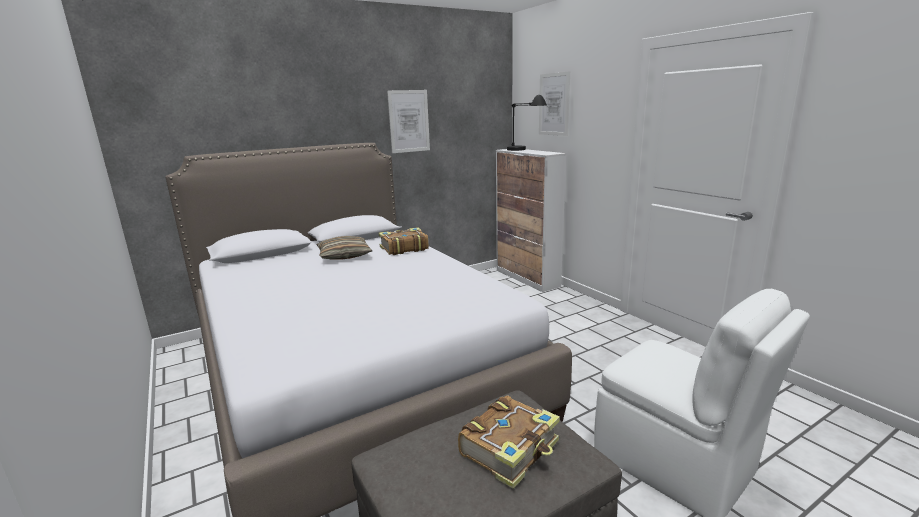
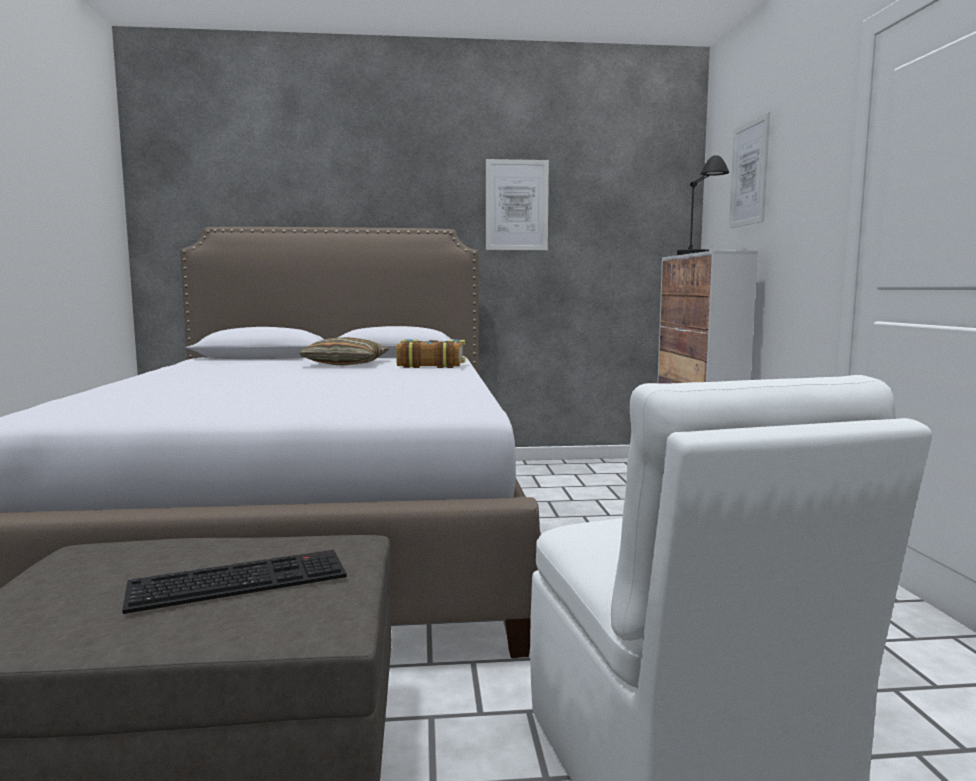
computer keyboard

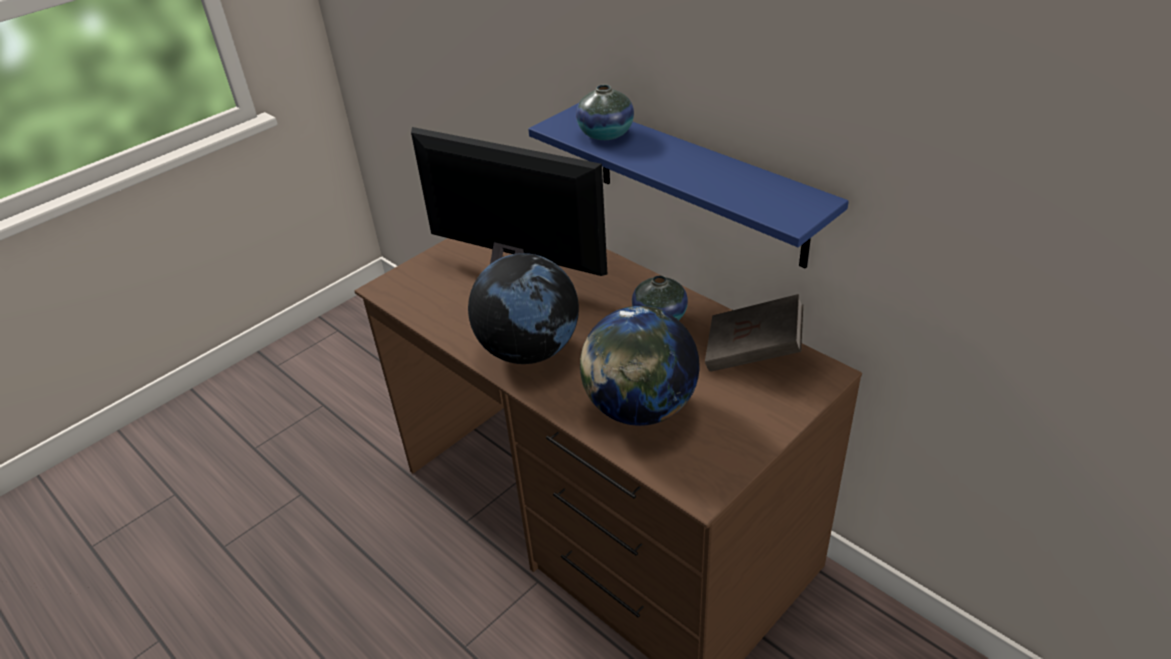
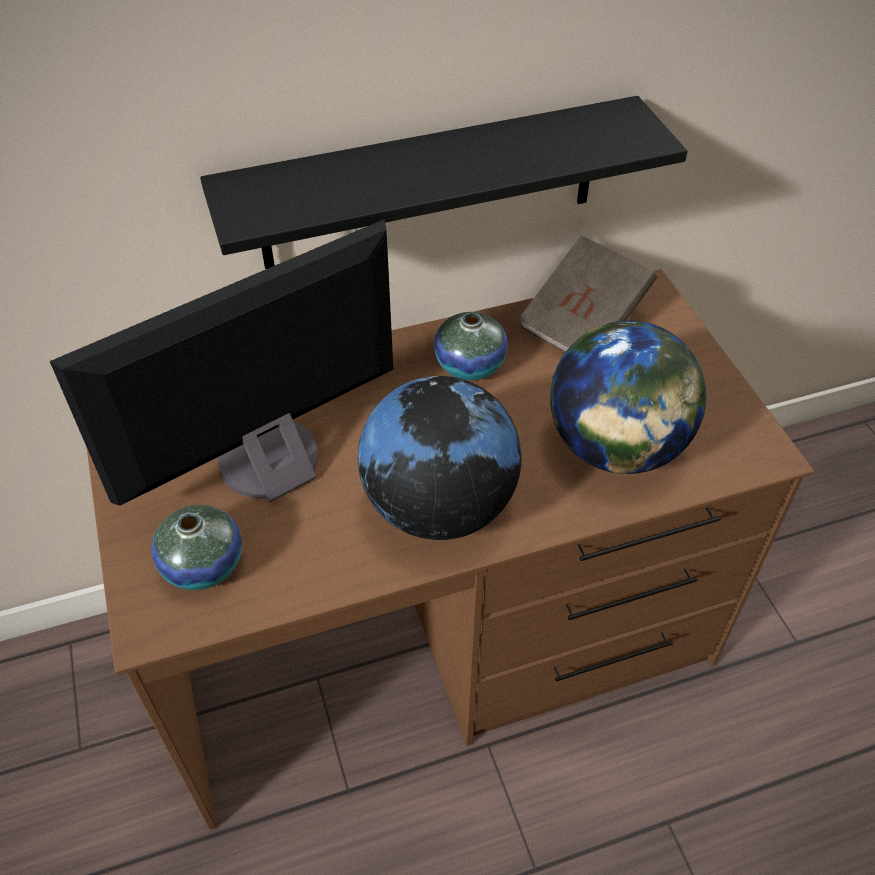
decorative vase (1st from left)
bracket shelf in black-coloured

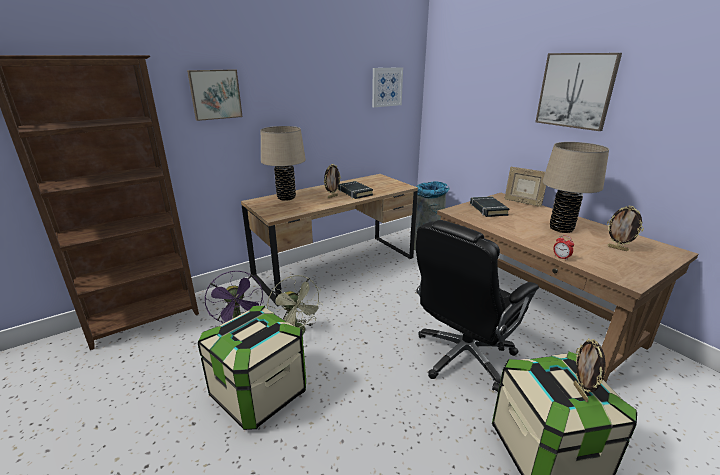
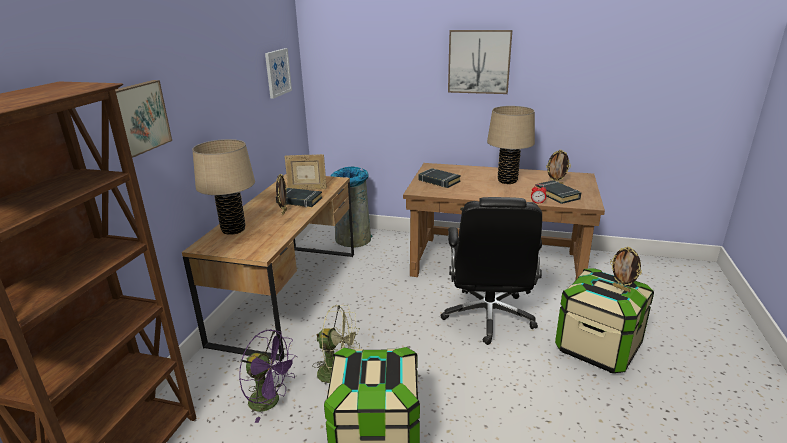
standing frame (2nd from left)
book in black-coloured (3rd from left)

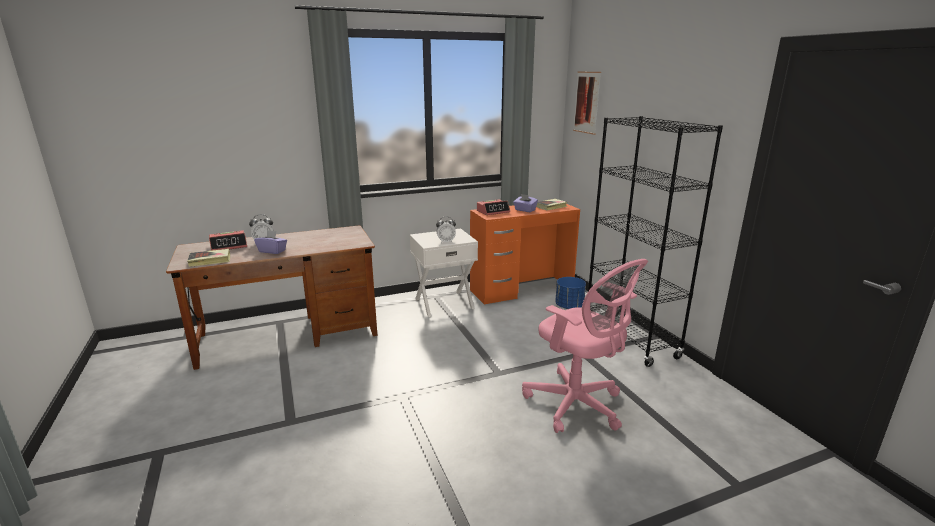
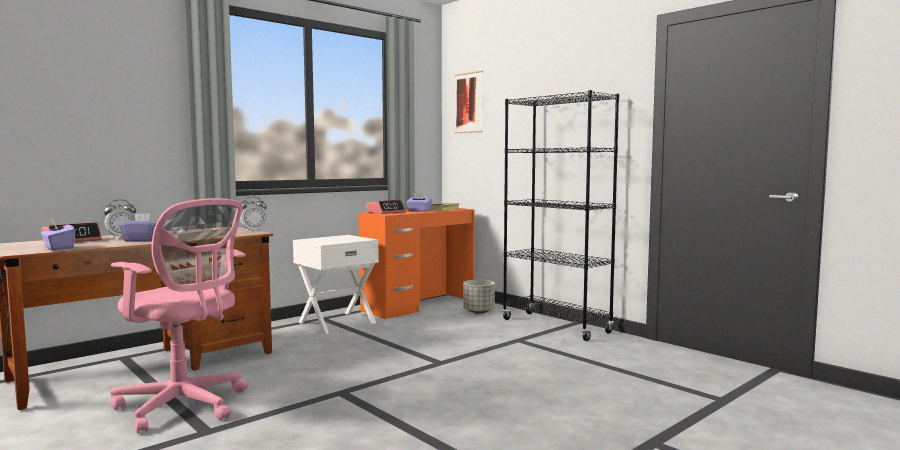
tissue box in purple-coloured (1st from left)
desk chair in pink-coloured
table clock (3rd from left)
planter in greyish

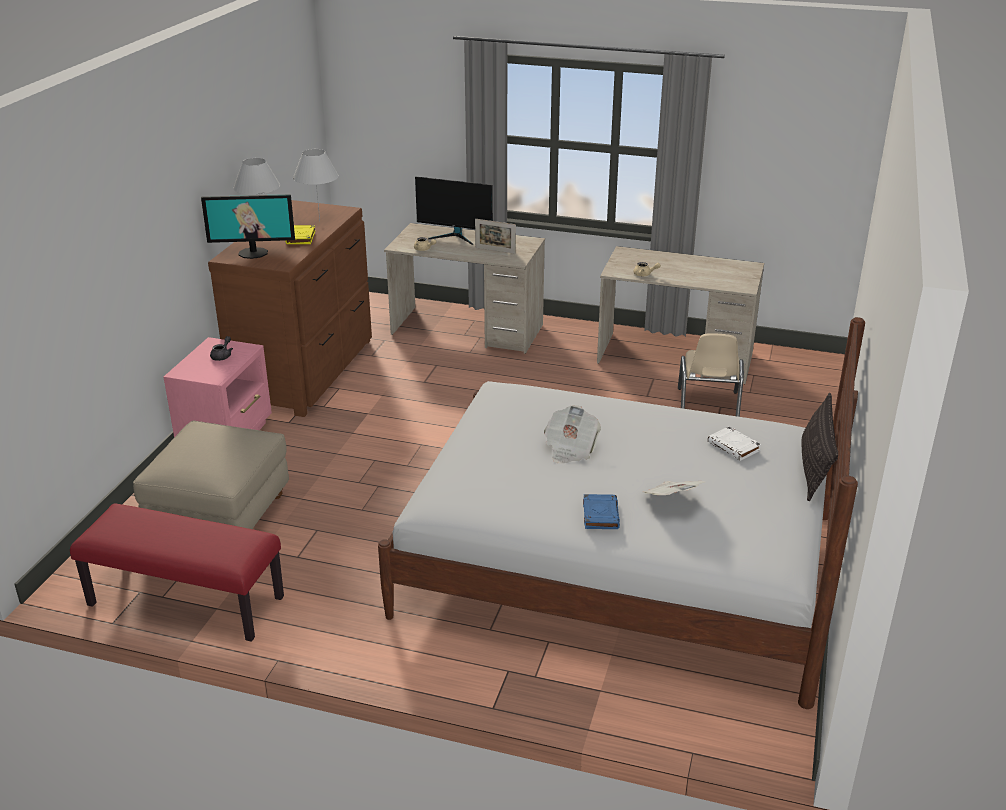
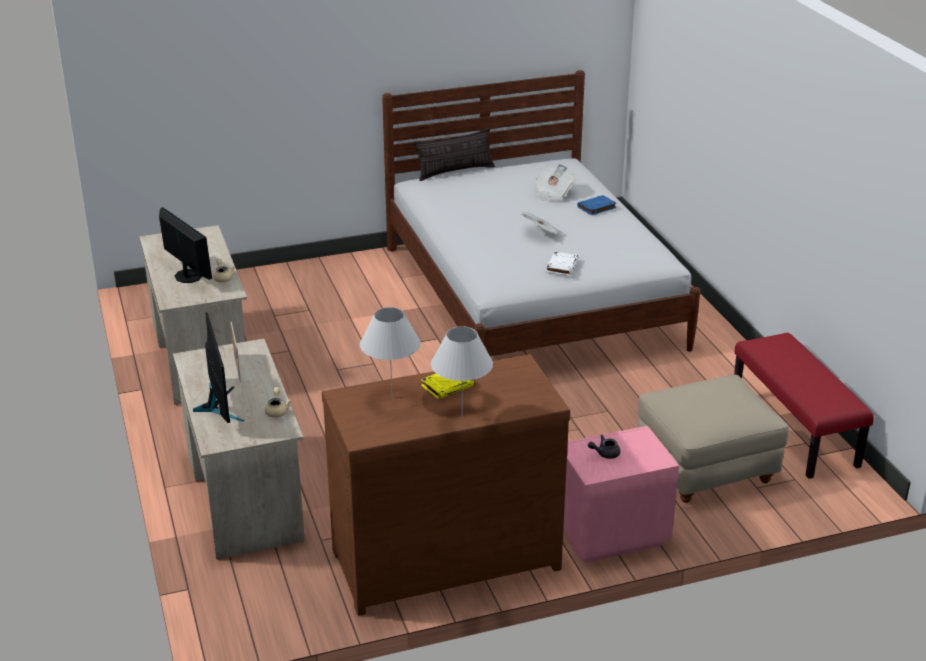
computer screen (1st from left)
book in white-coloured
upright chair in beige-coloured

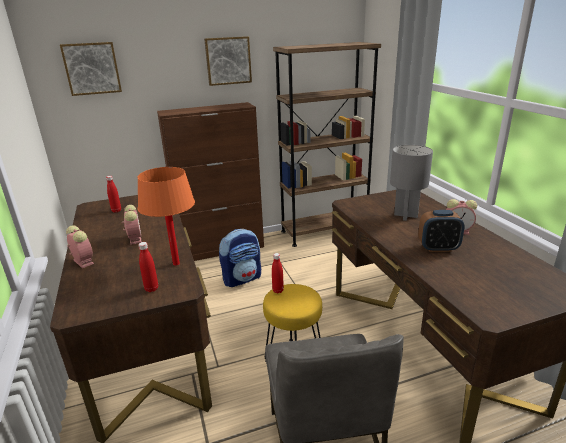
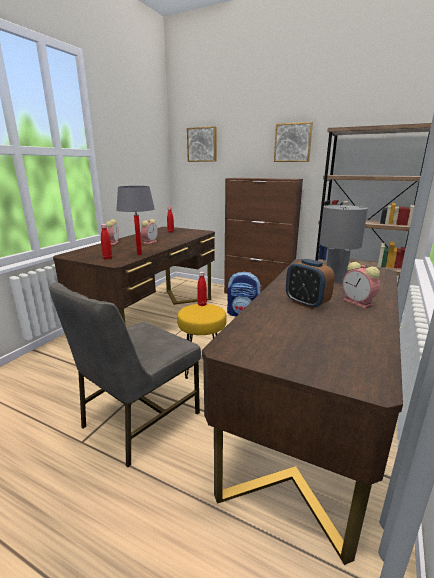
table lamp in greyish (1st from left)

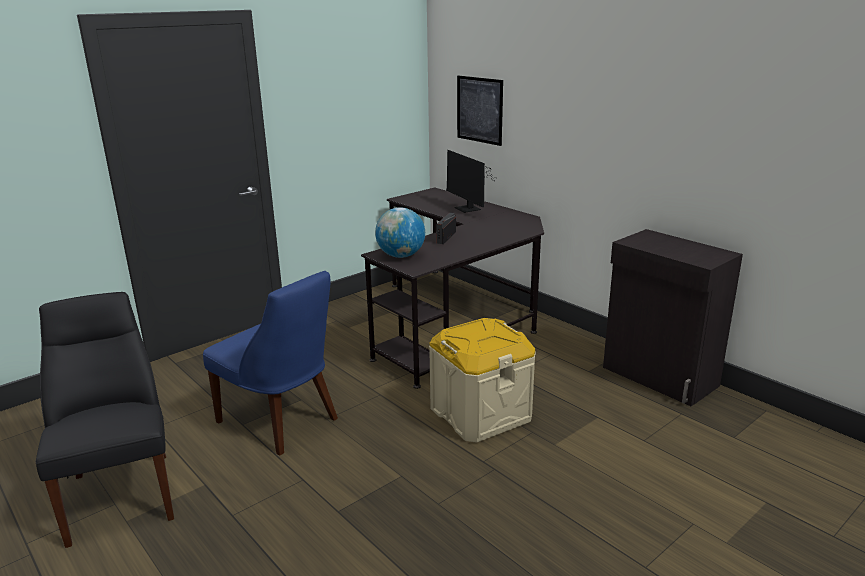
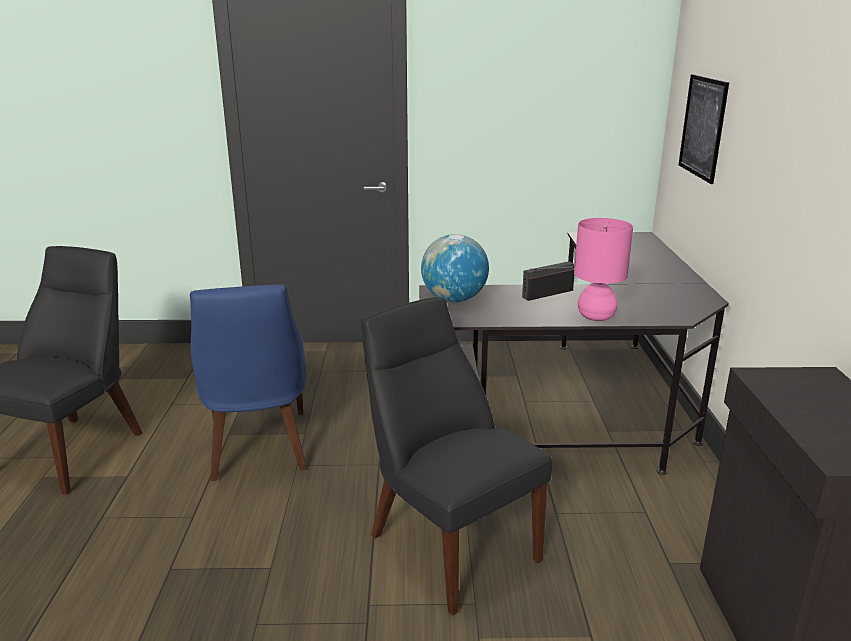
upright chair in black-coloured (2nd from left)
table lamp in pink-coloured
computer screen

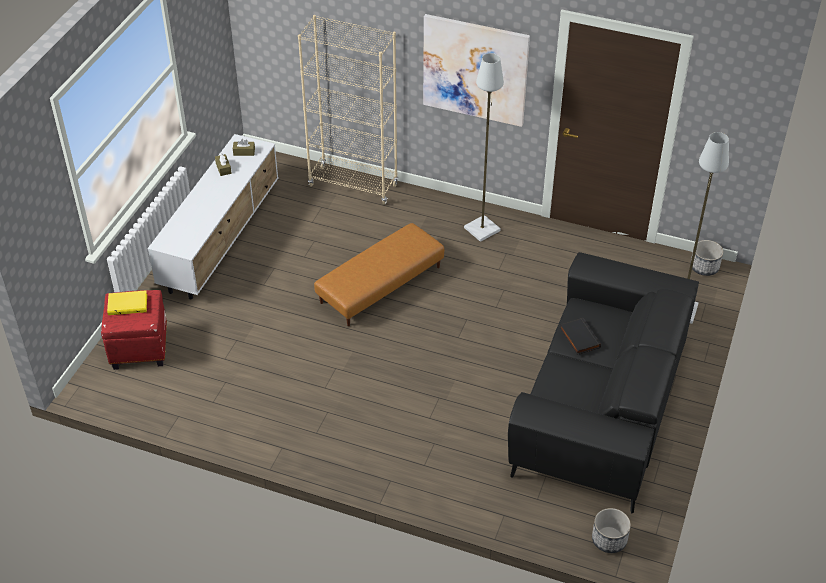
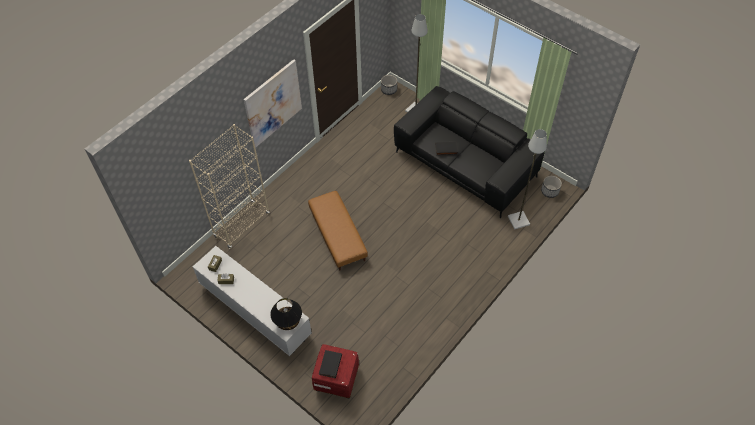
table lamp in black-coloured
book in black-coloured (1st from left)
standing lamp in greyish (2nd from left)

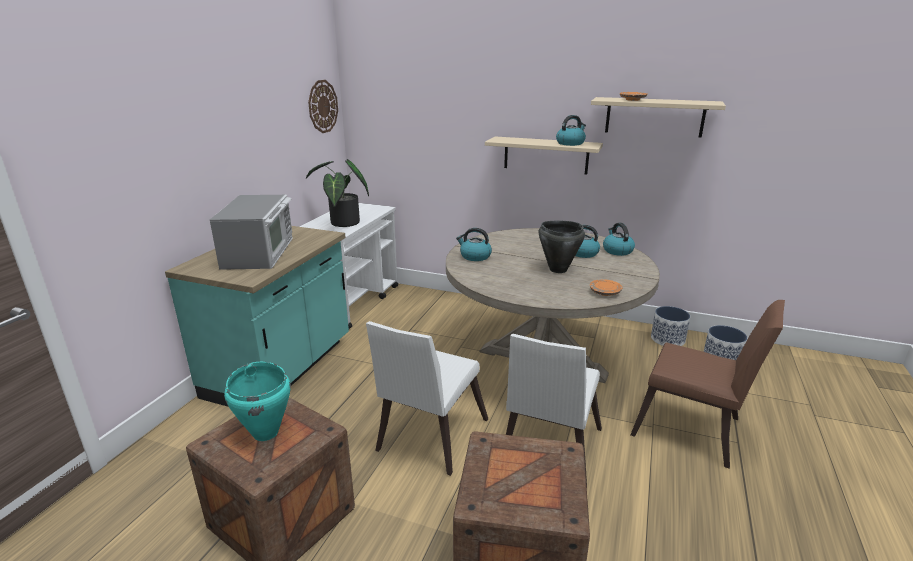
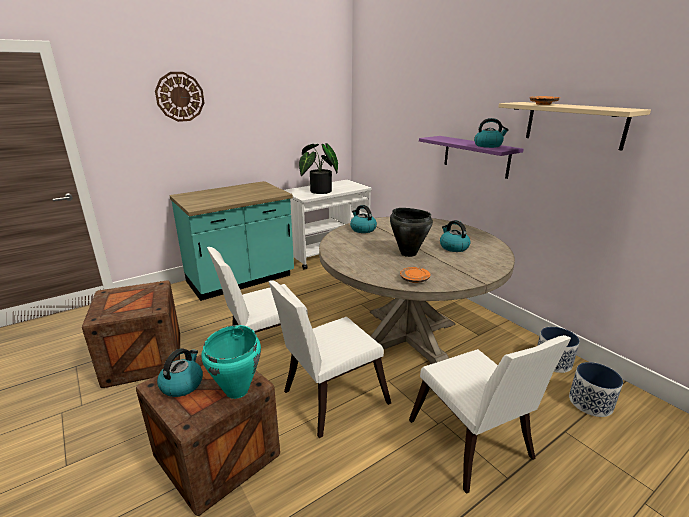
hanging clock
water kettle (1st from left)
cooking pot in turquoise-coloured
upright chair in white-coloured (3rd from left)
bracket shelf in purple-coloured
microwave

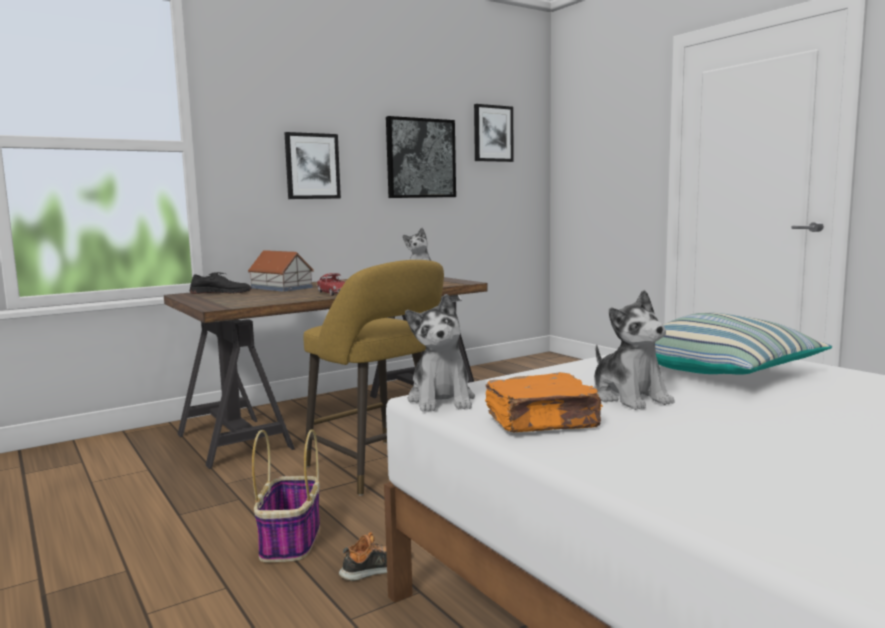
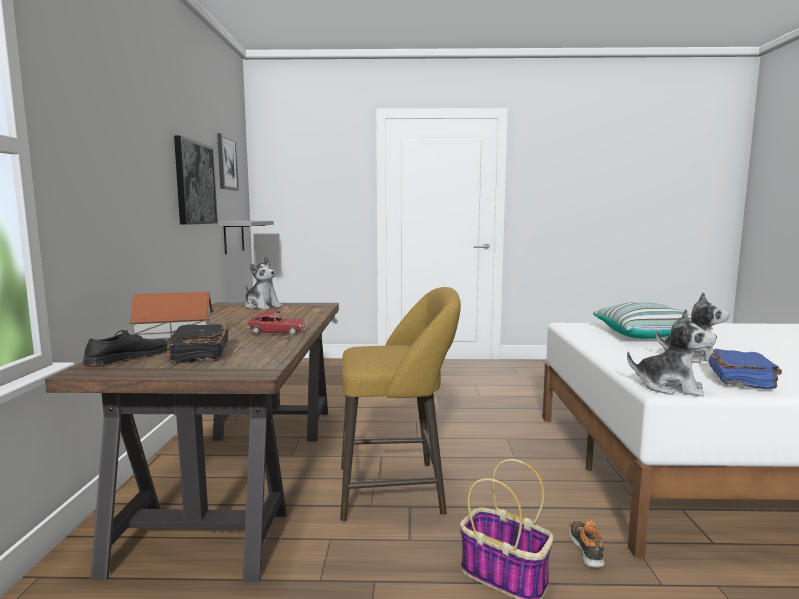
book in black-coloured
bracket shelf in greyish
book in blue-coloured
wall art (1st from left in the first image)

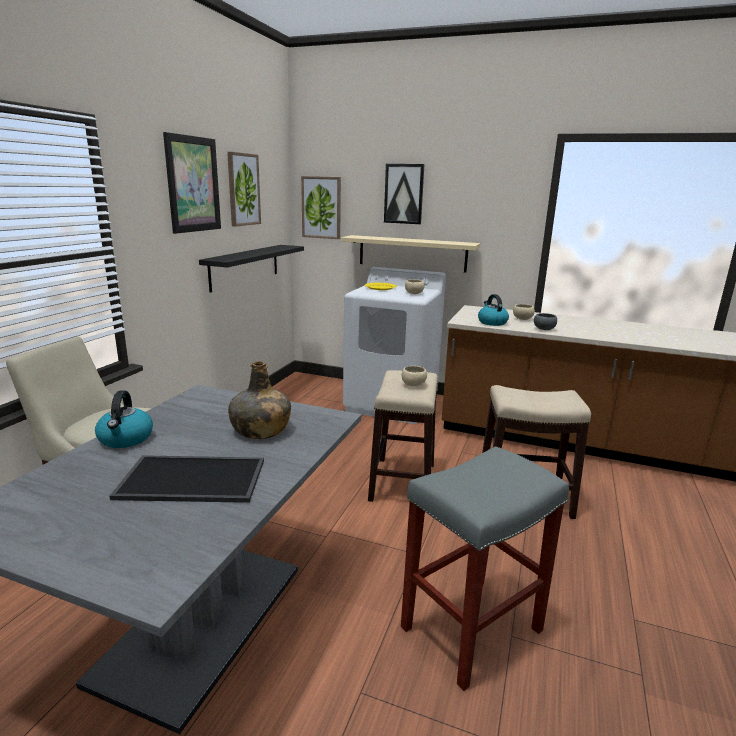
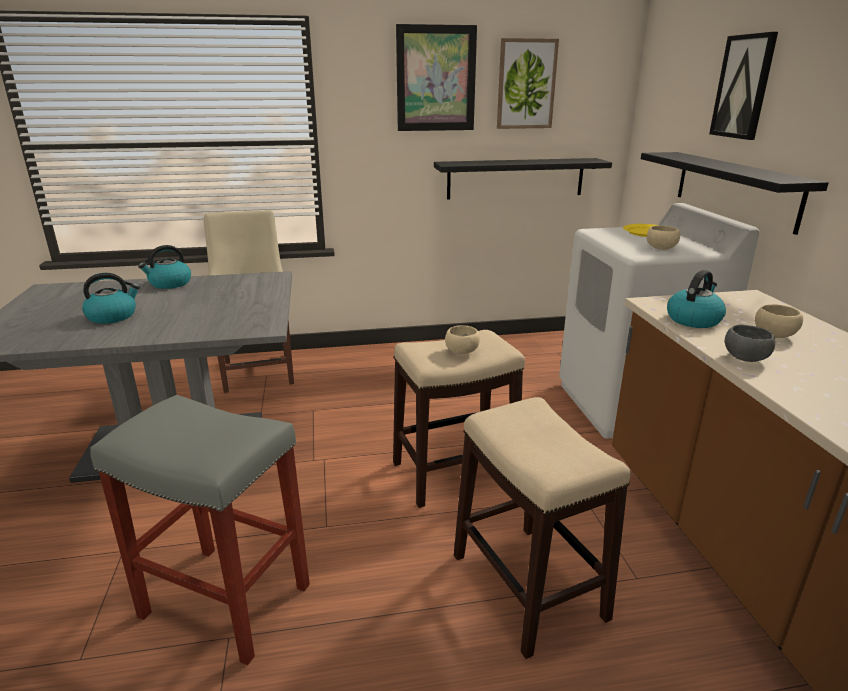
water kettle (1st from left)
bracket shelf in black-coloured (2nd from left)
bottle in greenish
wall art (3rd from left in the first image)

